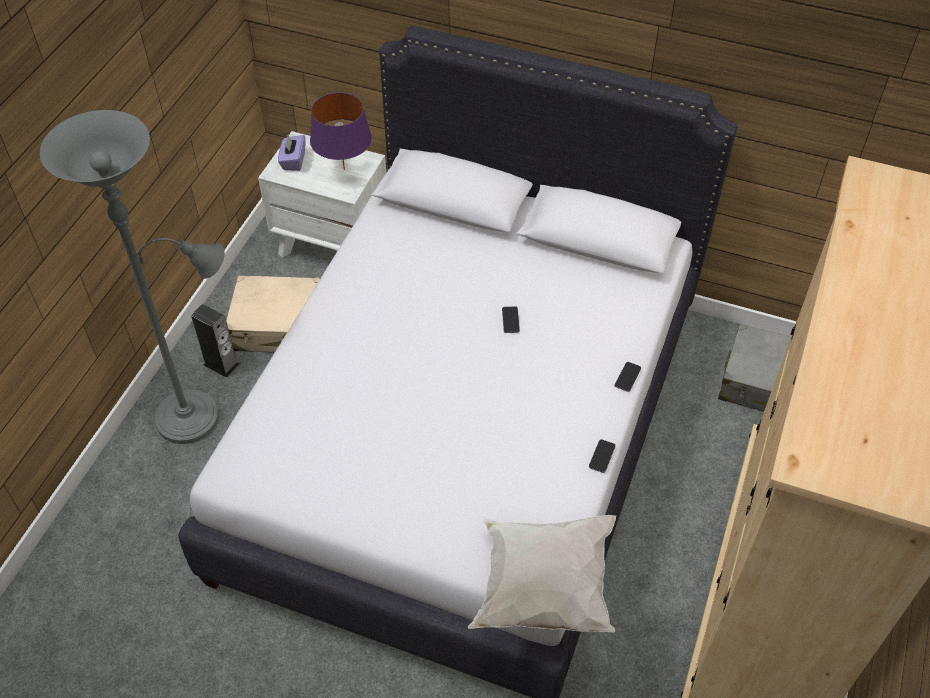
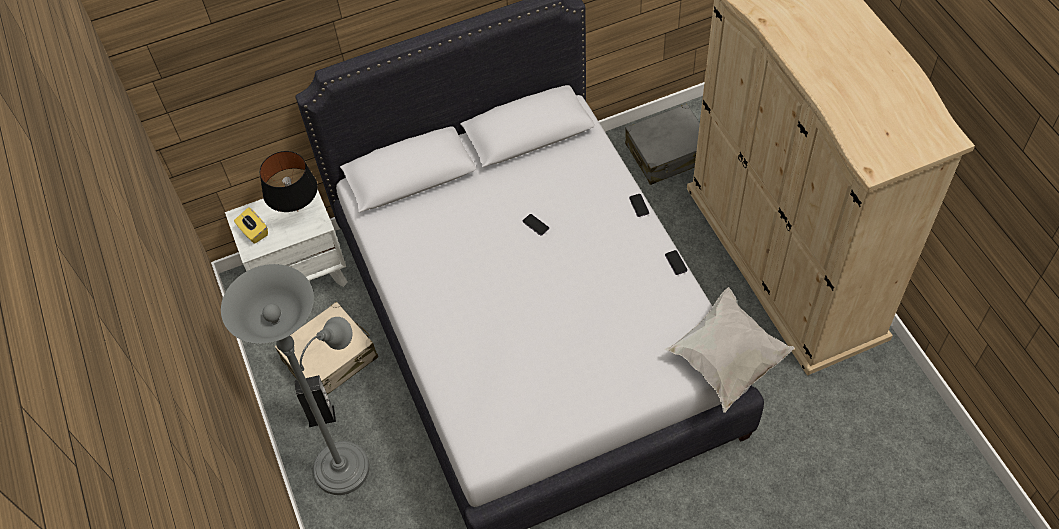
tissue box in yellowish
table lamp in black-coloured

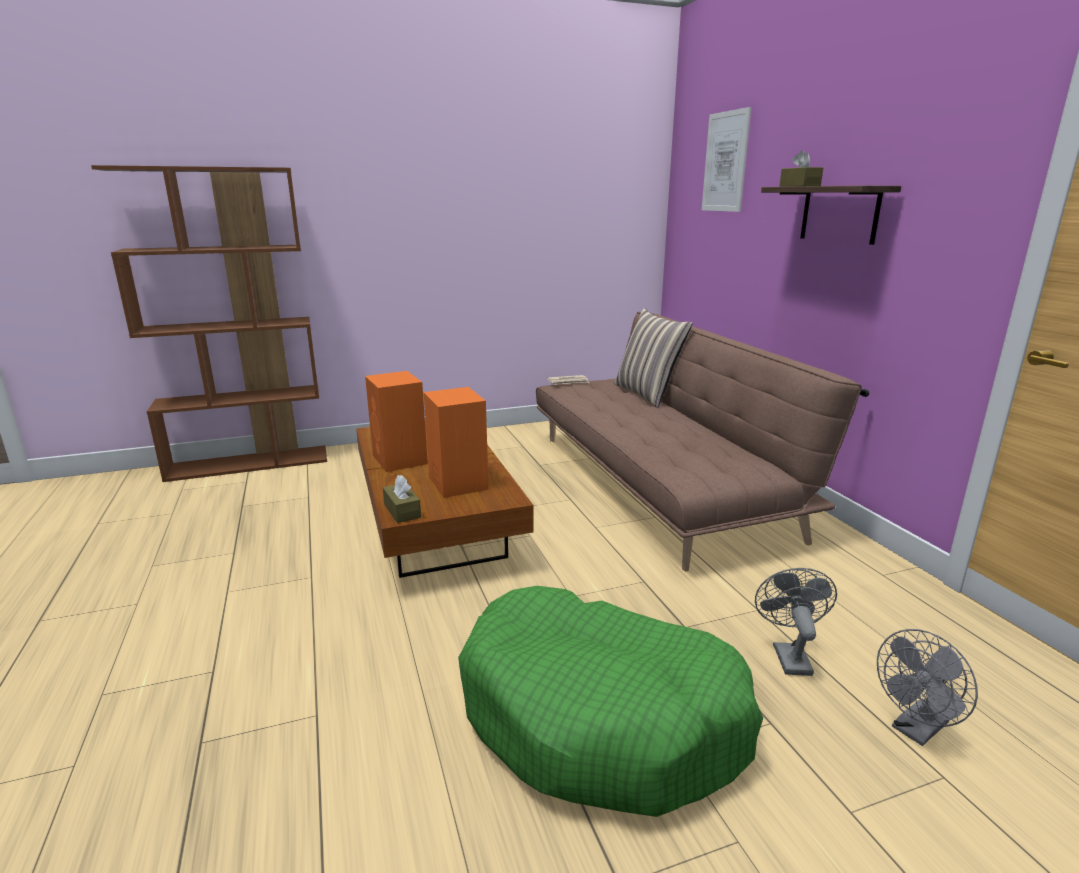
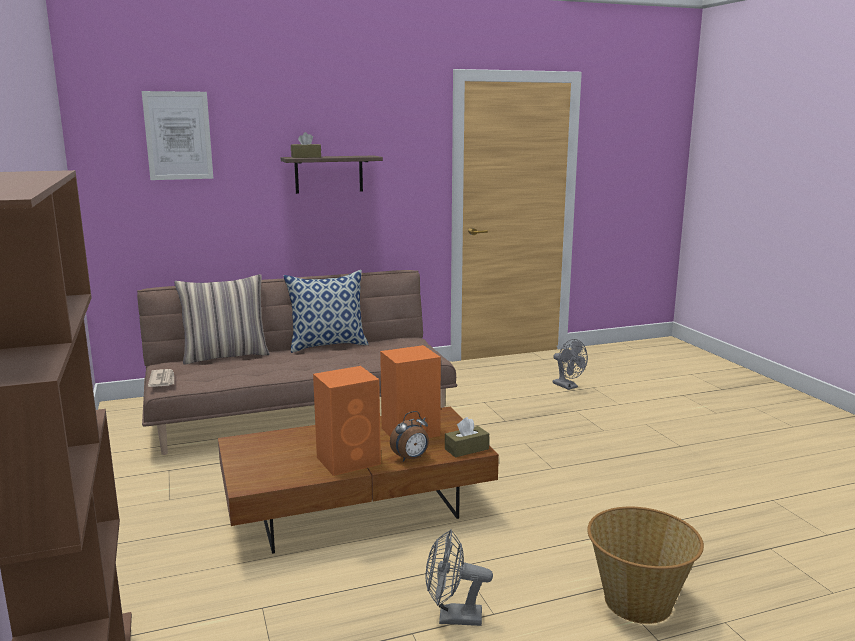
cushion (2nd from left)
table clock
cooling fan in greyish (1st from left)
basket
dog cushion in greenish

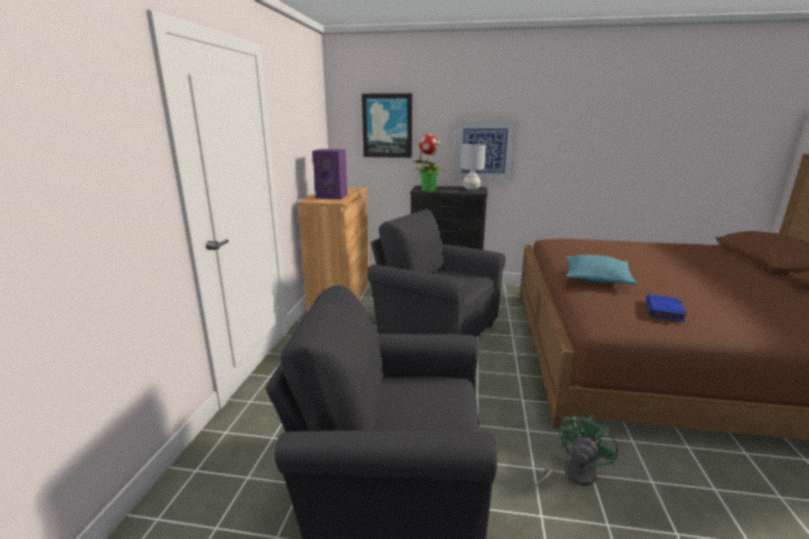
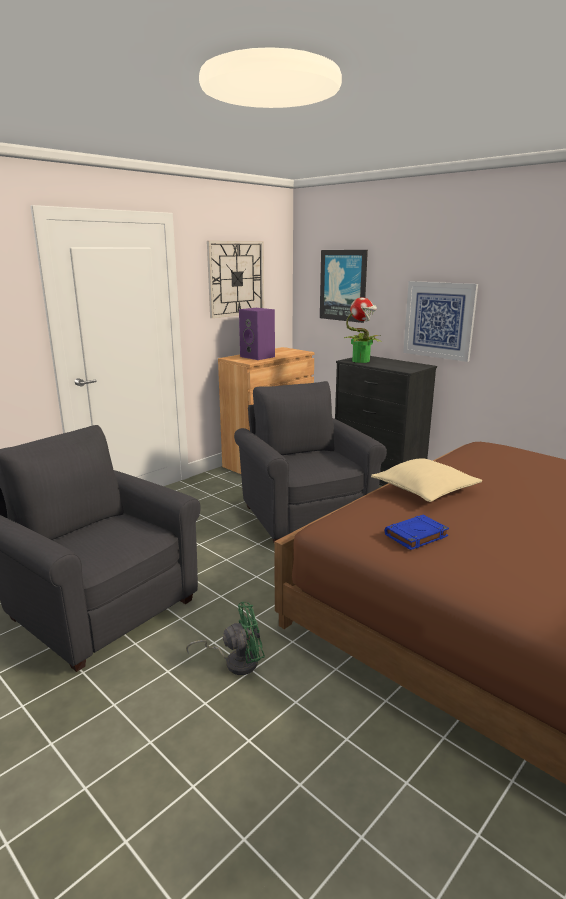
hanging clock
cushion in beige-coloured
table lamp in greyish

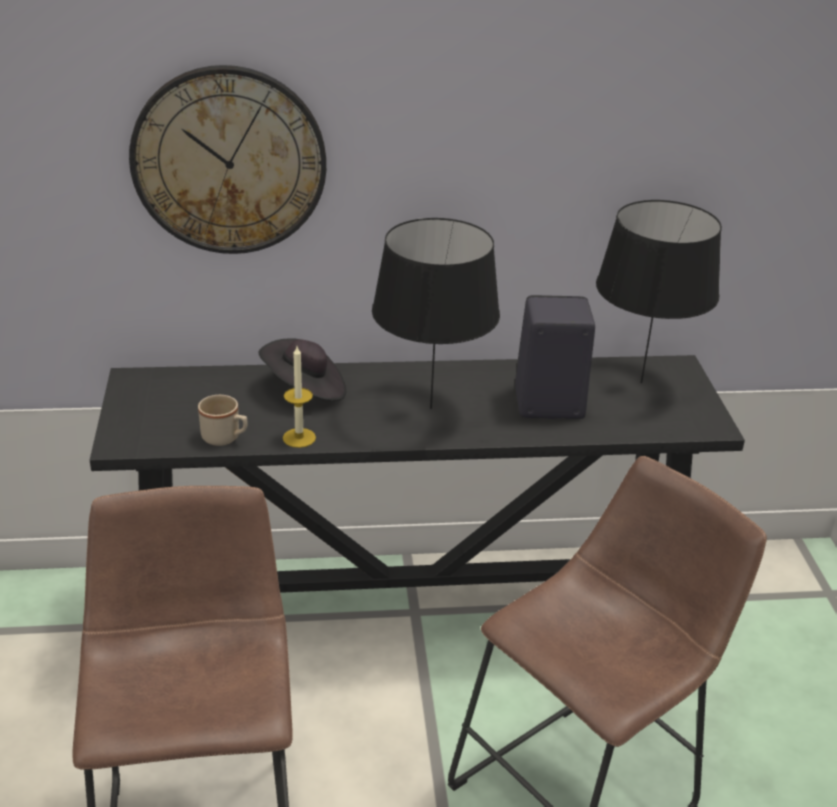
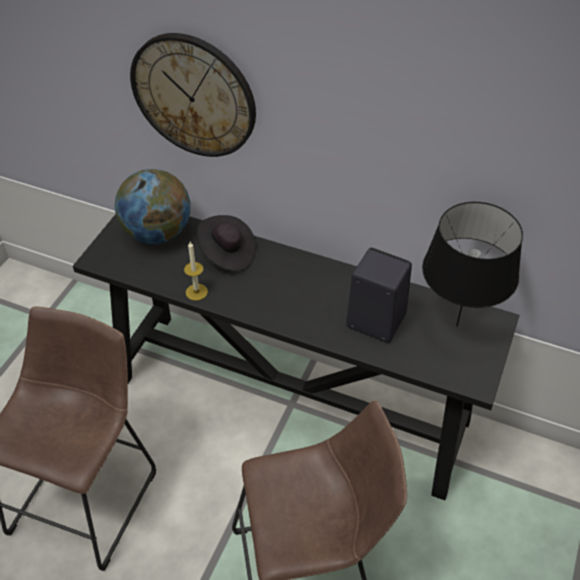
desk globe
mug in beige-coloured
table lamp in black-coloured (1st from left in the first image)

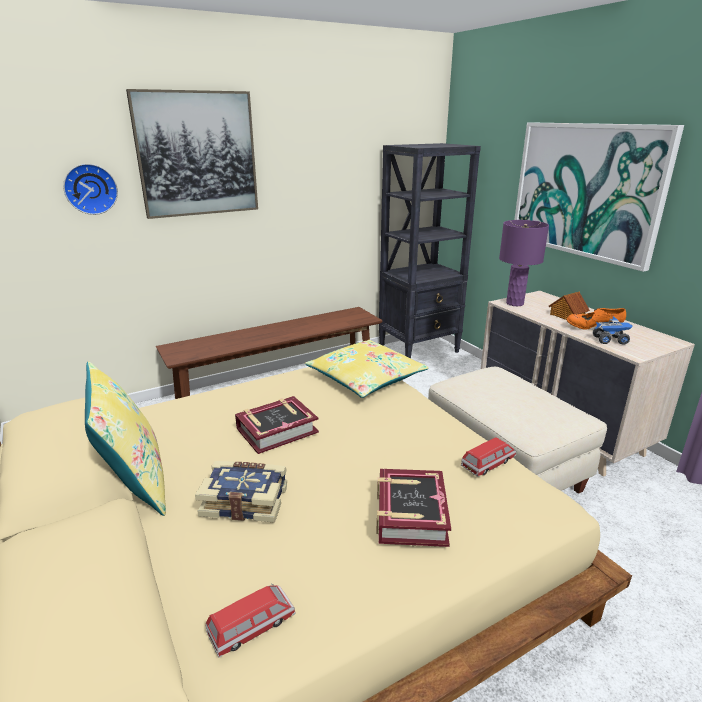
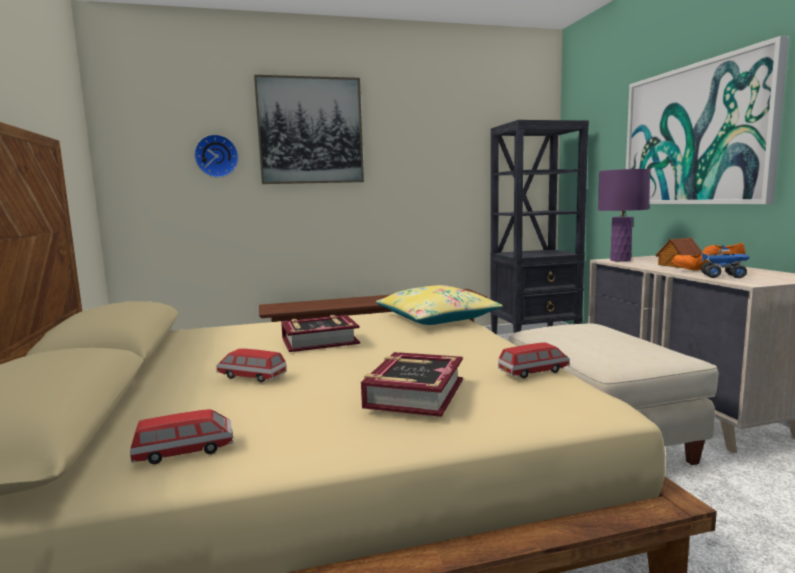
miniature car (2nd from left)
cushion in yellowish (1st from left in the first image)

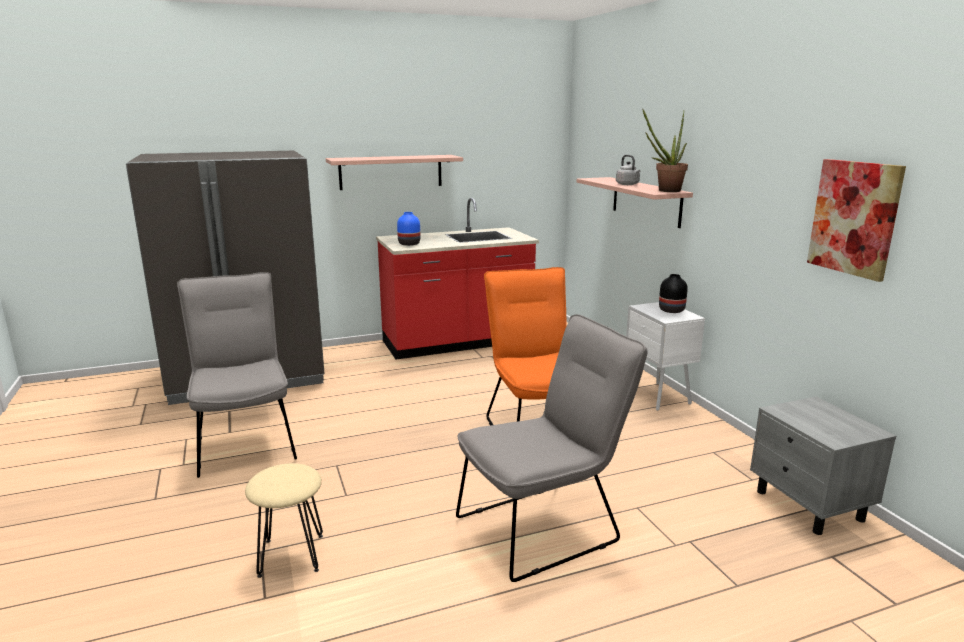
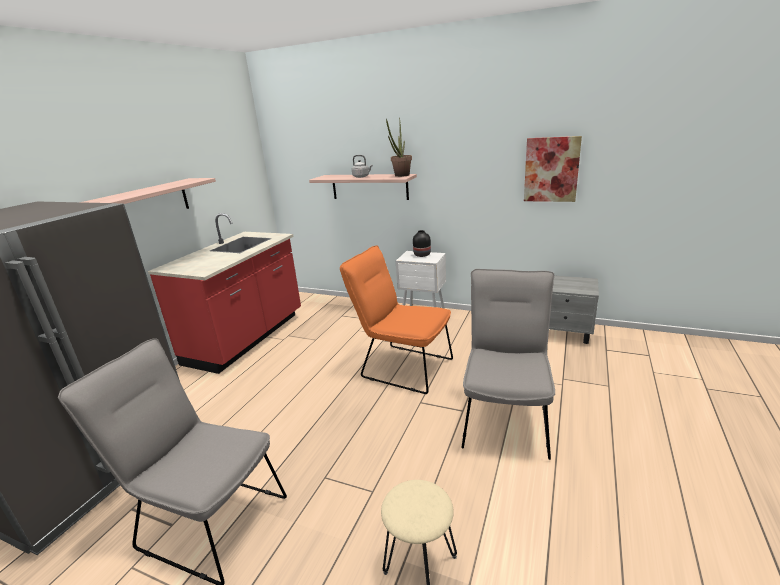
decorative vase in blue-coloured

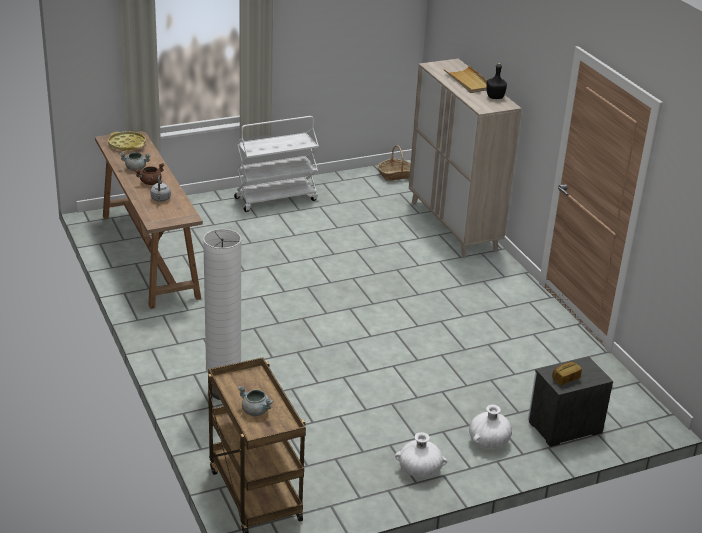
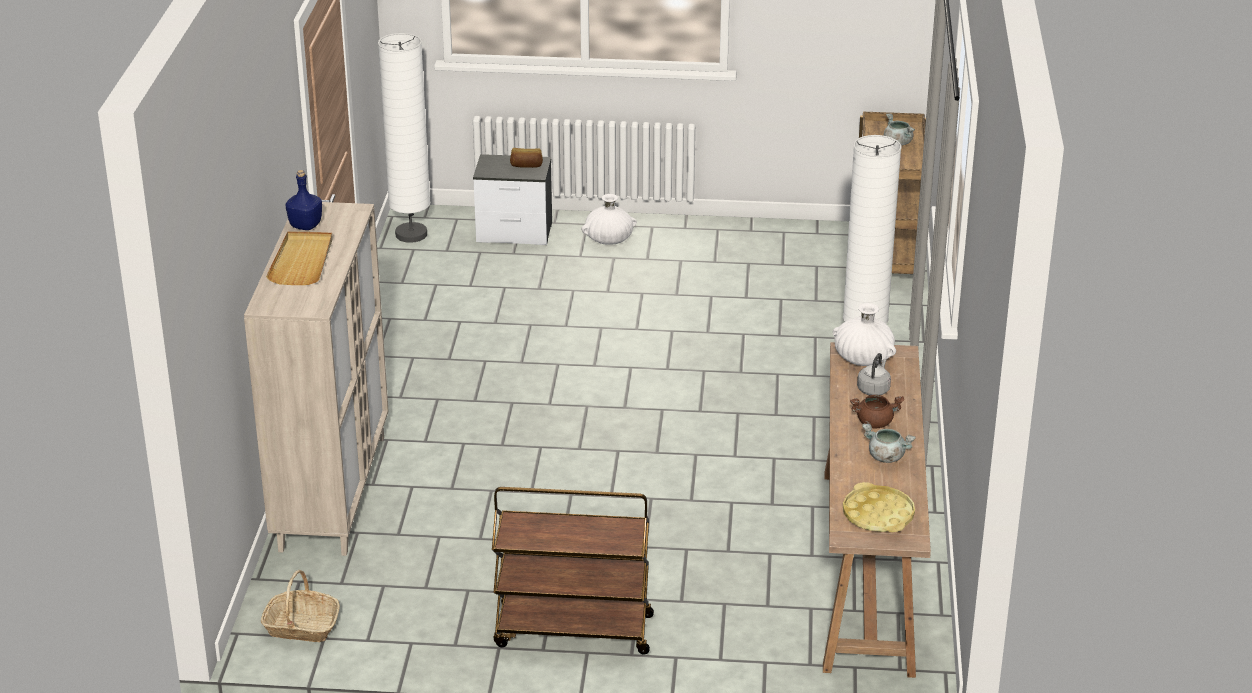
bottle in blue-coloured
standing lamp in white-coloured (1st from left)
wheeled cart in brownish (1st from left)
decorative vase in white-coloured (2nd from left)

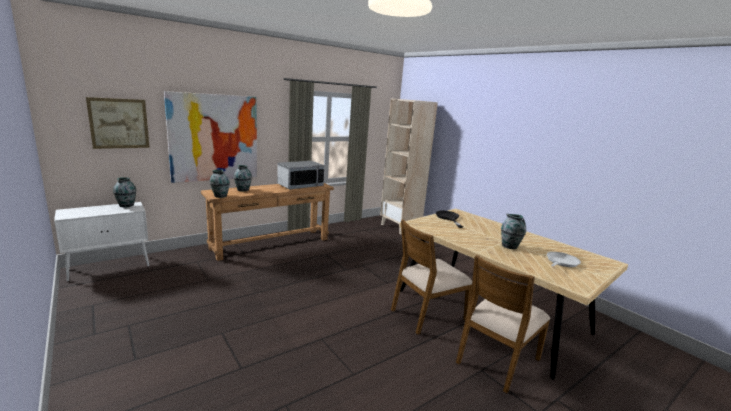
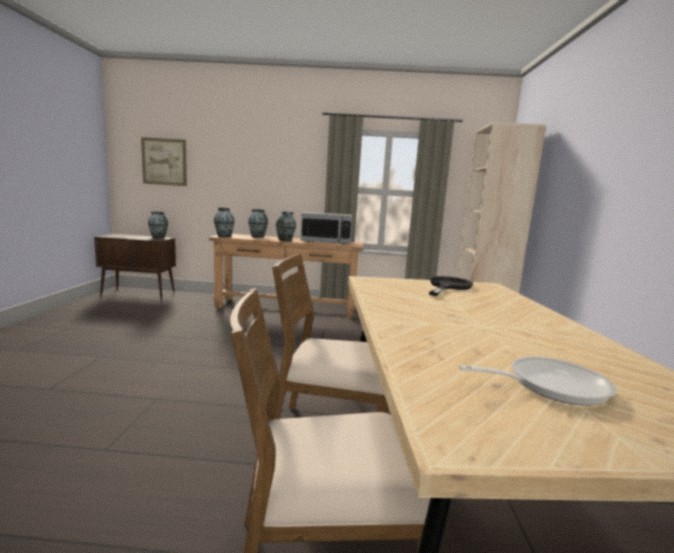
cabinet in brownish
decorative vase (4th from left)
wall art (2nd from left in the first image)

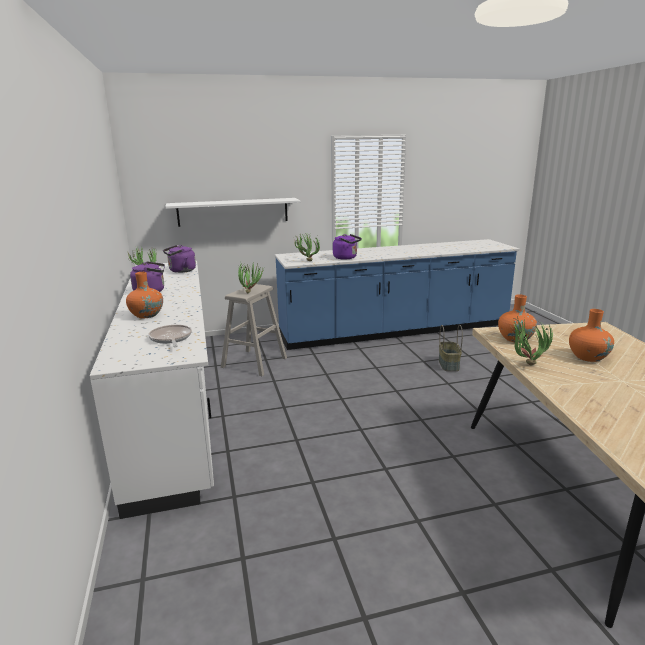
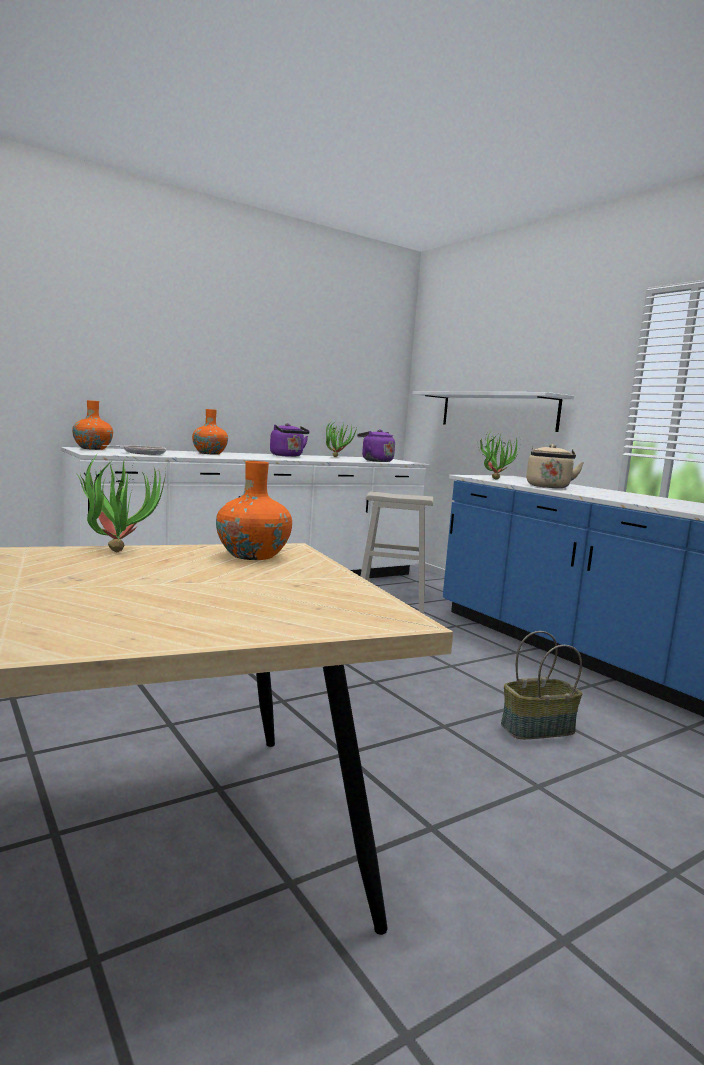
decorative vase in orange-coloured (1st from left)
water kettle in beige-coloured
potted plant (2nd from left in the first image)

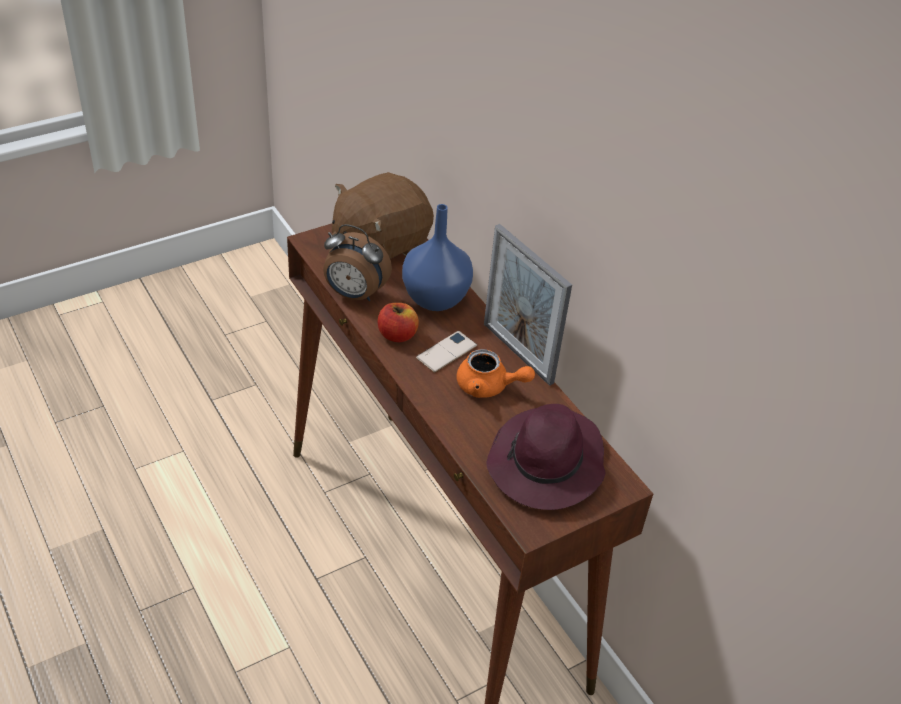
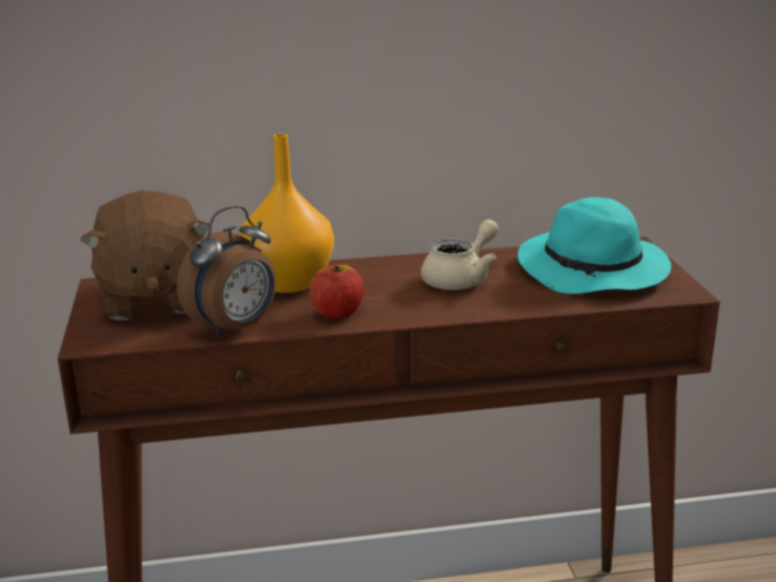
decorative vase in orange-coloured
tea pot in beige-coloured
hat in turquoise-coloured
handset
standing frame

